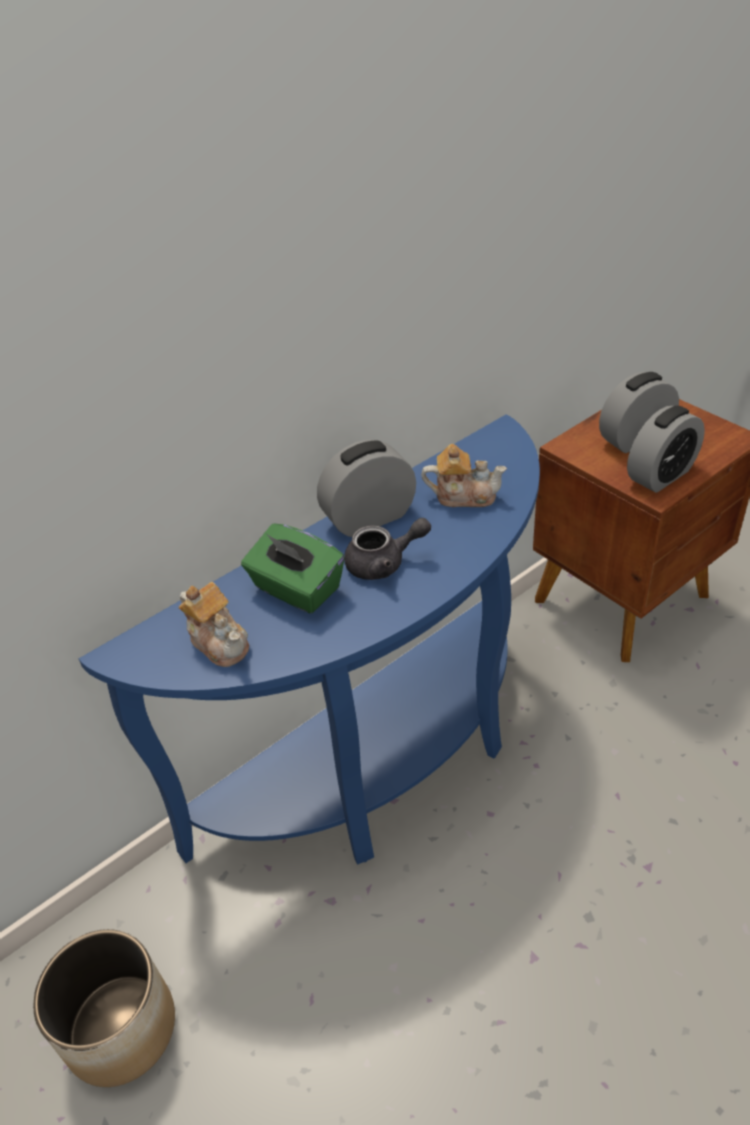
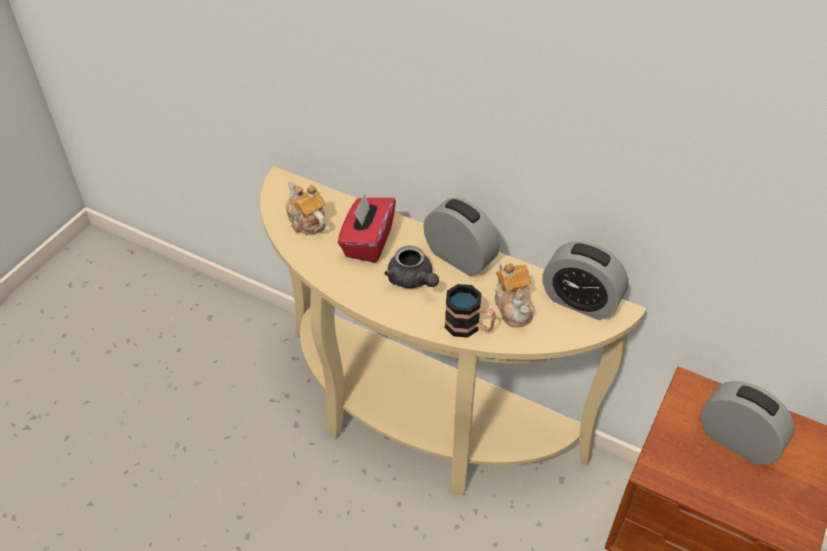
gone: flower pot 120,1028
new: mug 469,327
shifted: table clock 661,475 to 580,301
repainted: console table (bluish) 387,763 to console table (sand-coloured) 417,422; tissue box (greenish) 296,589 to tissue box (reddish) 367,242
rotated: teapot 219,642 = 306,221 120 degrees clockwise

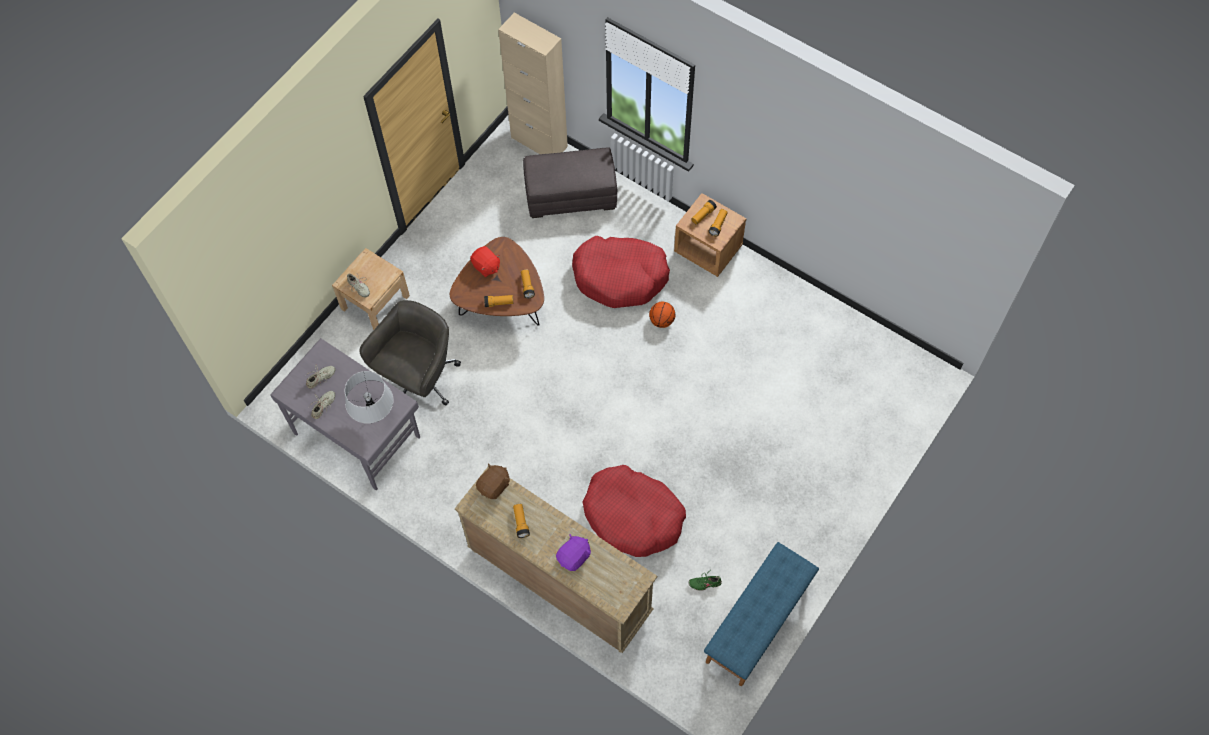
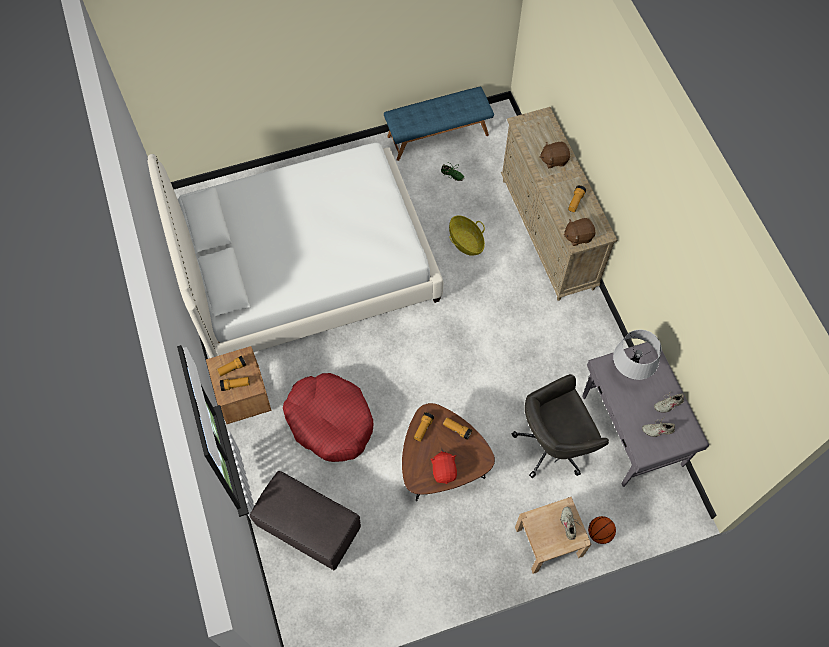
gone: cabinet (sand-coloured) 539,142
new: bed (white-coloured) 306,266
shifted: basketball ball 662,320 to 599,533
swapped: pet bed (reddish) 633,516 to basket 466,242
repainted: cuddly toy (purplish) 574,557 to cuddly toy (brownish) 554,160

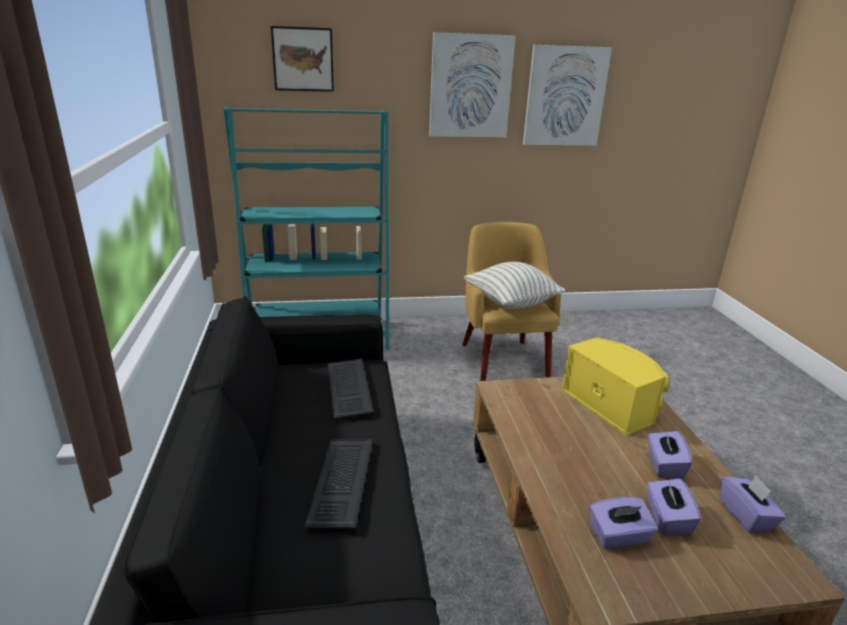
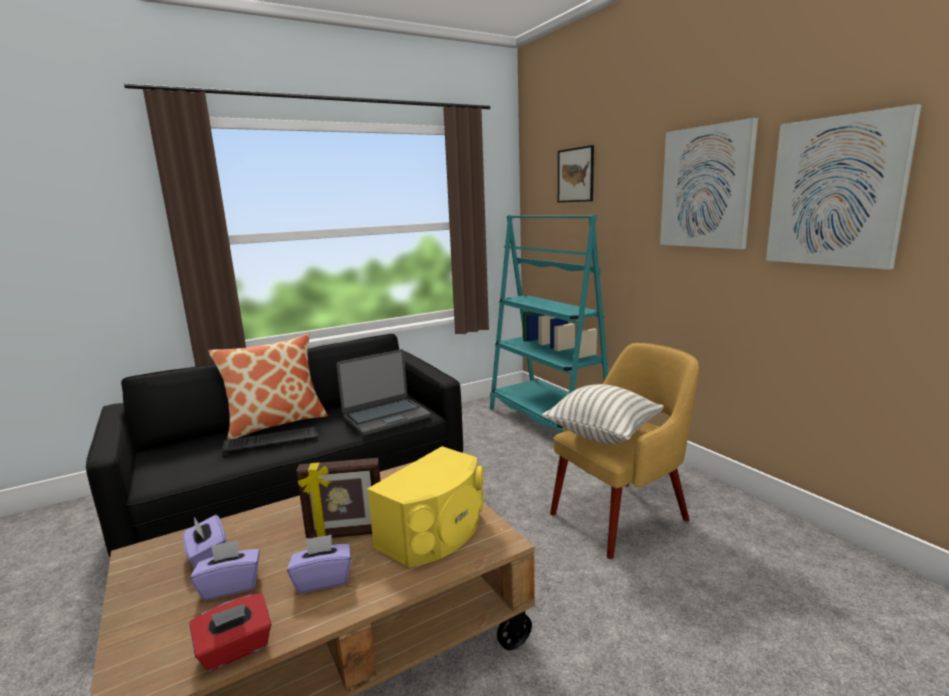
new: cushion 276,423; photo frame 346,534
swapped: computer keyboard 347,389 to laptop 386,417
repainted: tissue box (purplish) 746,516 to tissue box (reddish) 236,649

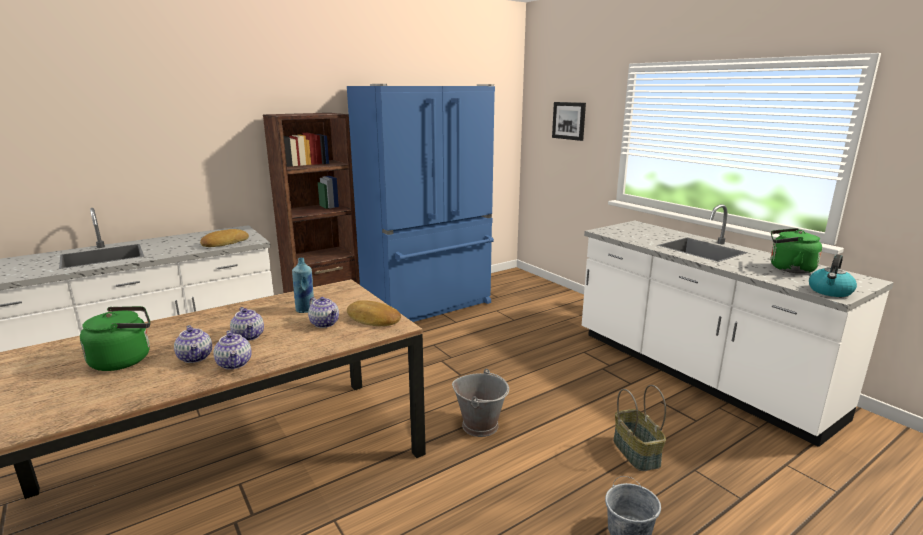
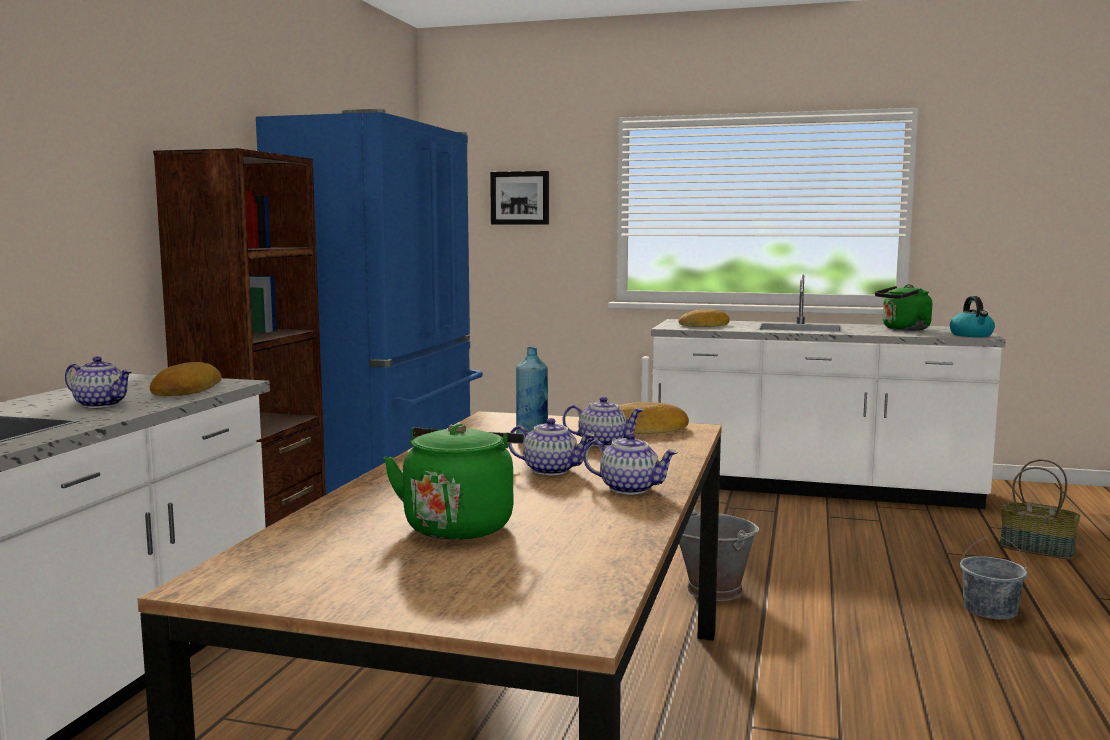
new: bread 705,325
shifted: teapot 196,357 to 101,404; basket 637,453 to 1037,549

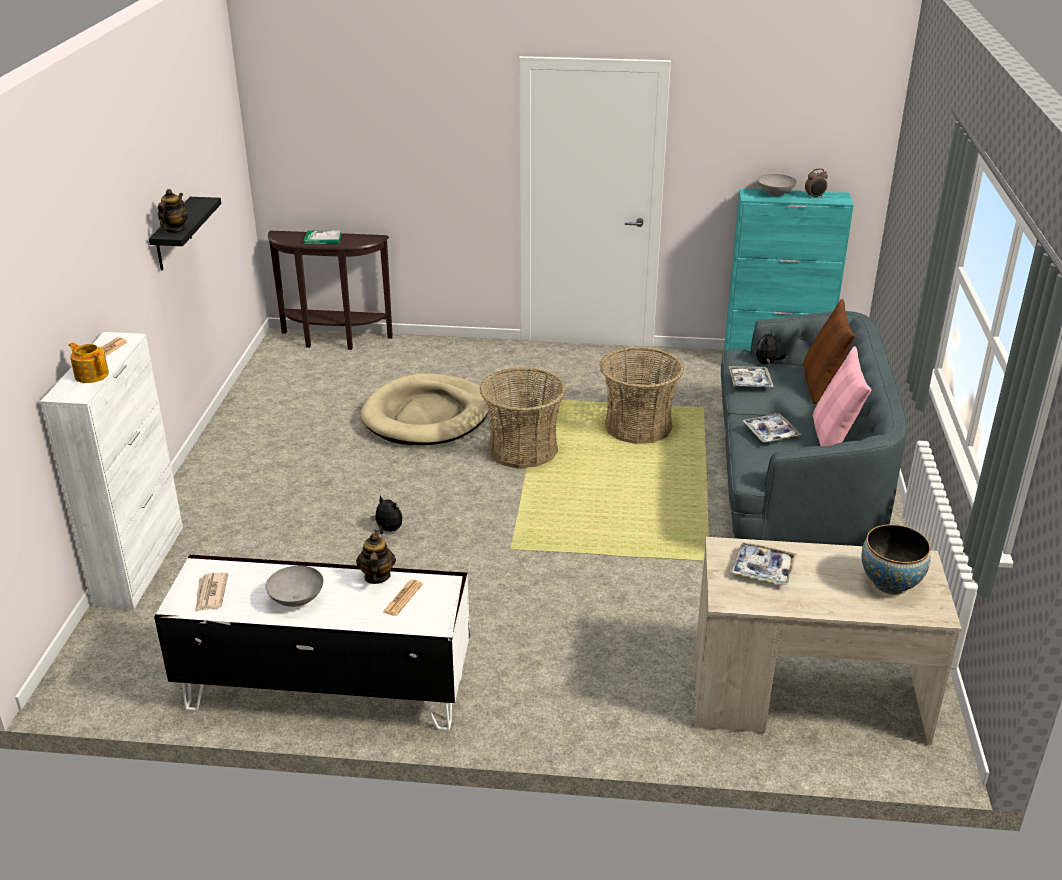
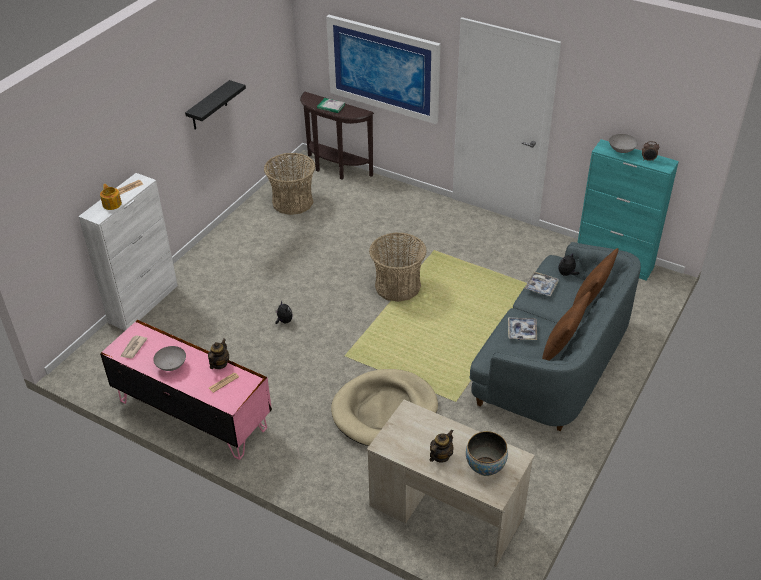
gone: serving tray 762,569
new: wall picture 383,68
shifted: teapot 174,229 to 440,456; pet bed (sand-coloured) 427,415 to 384,411; basket 638,427 to 292,202
repainted: tv stand (white-coloured) 325,690 to tv stand (pink) 192,413; cushion (pink) 833,439 to cushion (brownish) 561,347

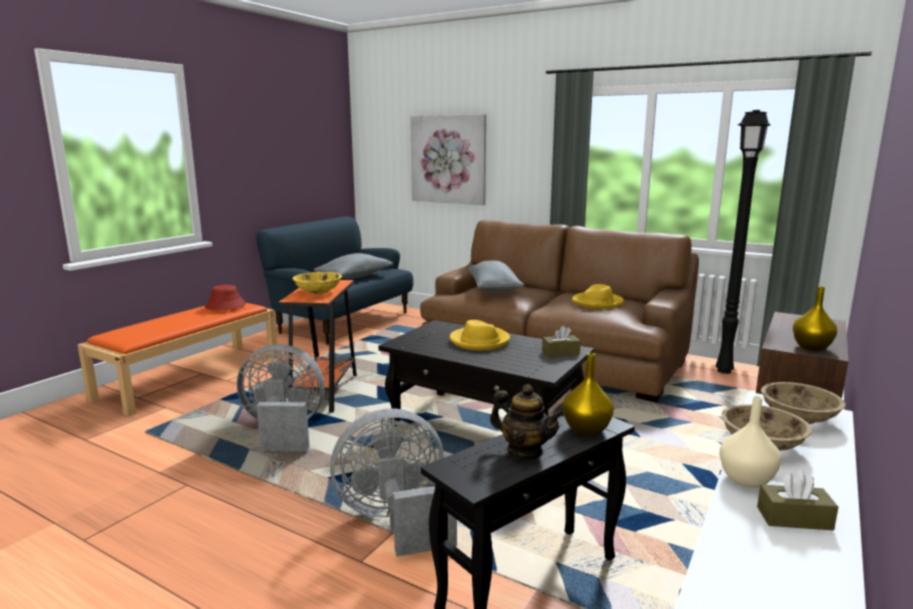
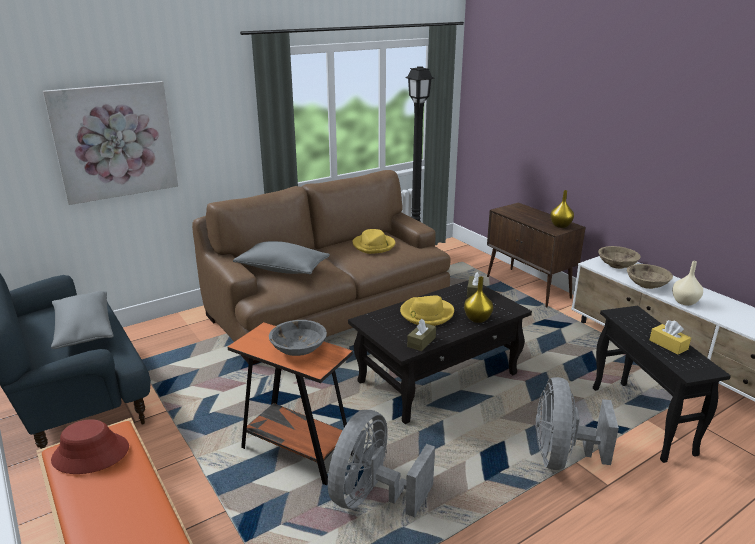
shifted: vase (yellow) 585,430 to 477,319; tissue box (brownish) 794,518 to 421,342
swapped: teapot 525,451 to tissue box (yellow) 668,345
repainted: serving bowl (yellow) 318,291 to serving bowl (gray) 298,349

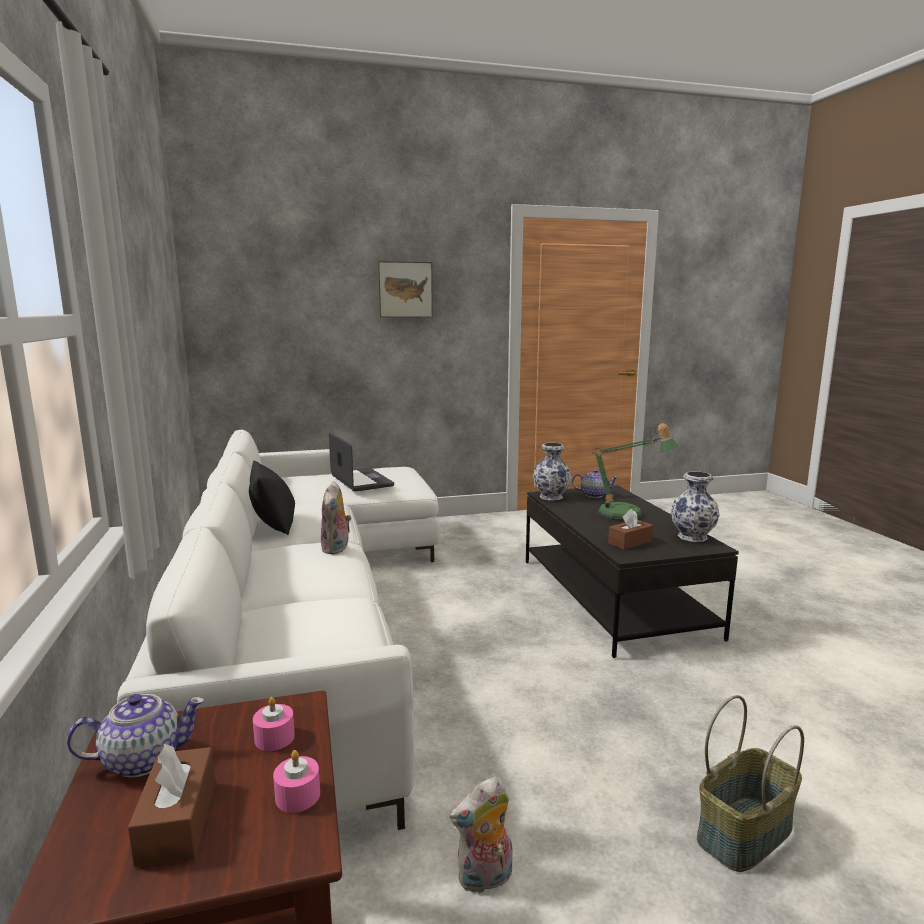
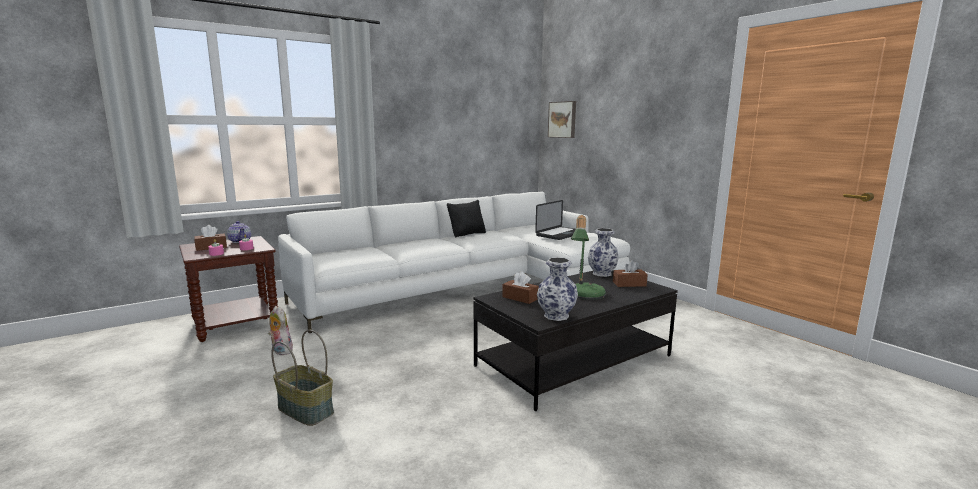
gone: cuddly toy 336,549
shifted: wall picture 405,289 to 563,119
swapped: teapot 593,495 to tissue box (brownish) 629,284

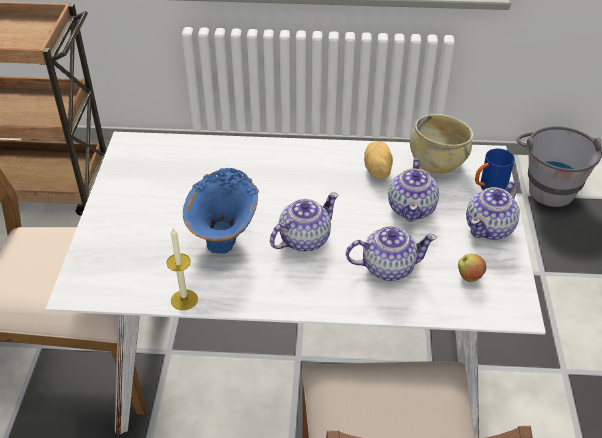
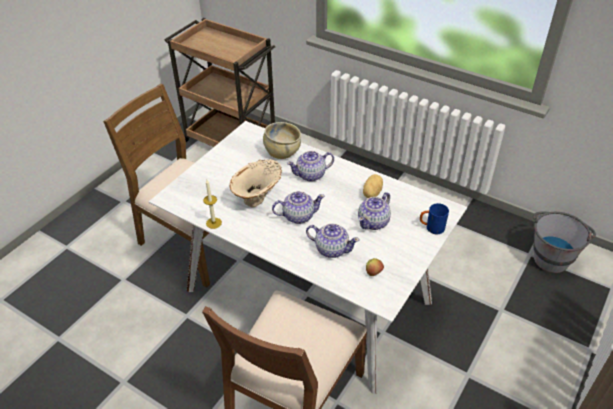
shifted: serving bowl (sand-coloured) 437,163 to 282,152; teapot 490,228 to 311,175
repainted: vase (bluish) 225,236 to vase (sand-coloured) 258,198

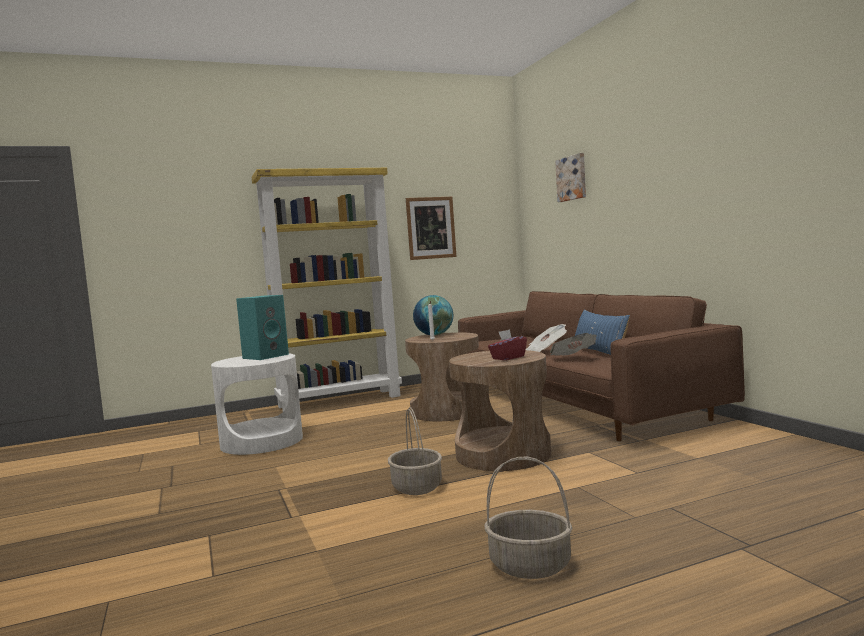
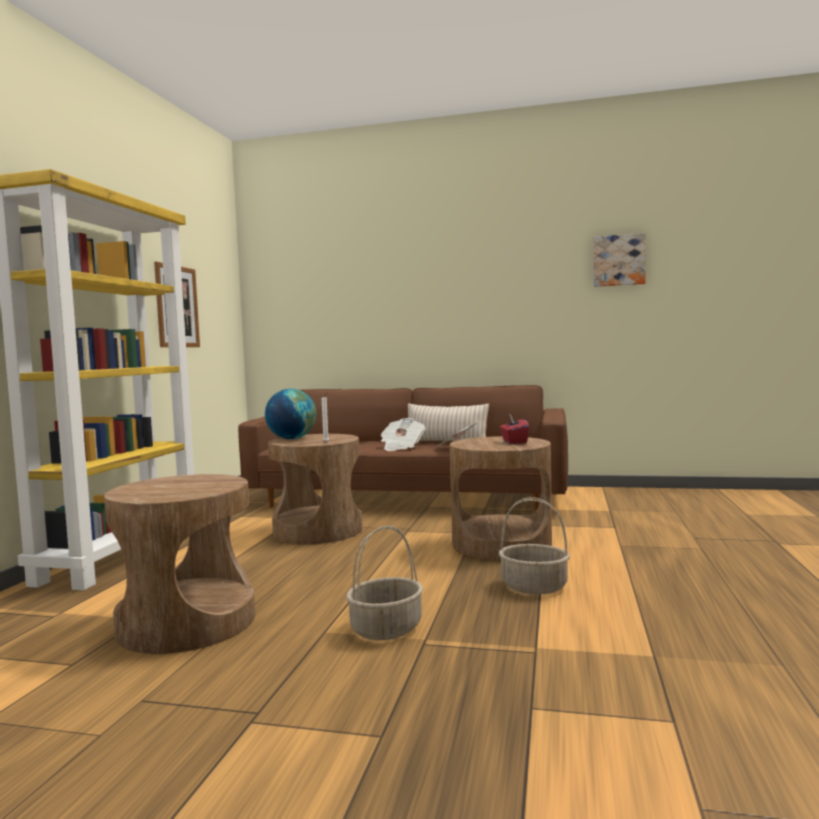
gone: audio speaker (blue-green) 266,356
shifted: basket 529,566 to 386,629; wall picture 572,178 to 618,260
repainted: accent table (white-coloured) 262,441 to accent table (brownish) 187,622; cushion (bluish) 599,352 to cushion (sand-coloured) 446,442

